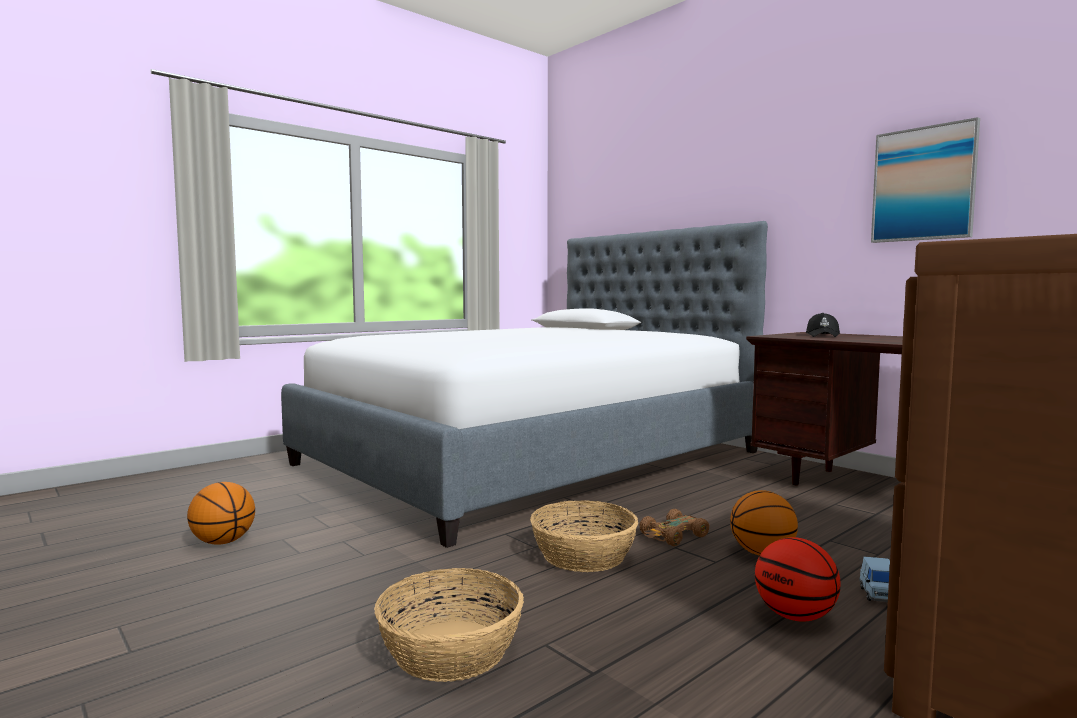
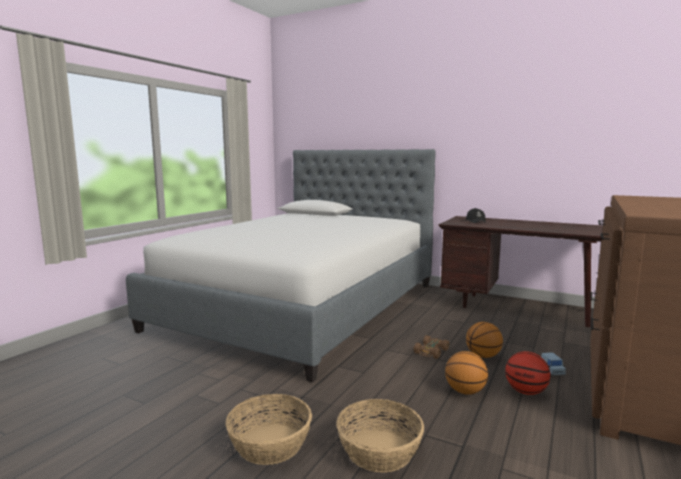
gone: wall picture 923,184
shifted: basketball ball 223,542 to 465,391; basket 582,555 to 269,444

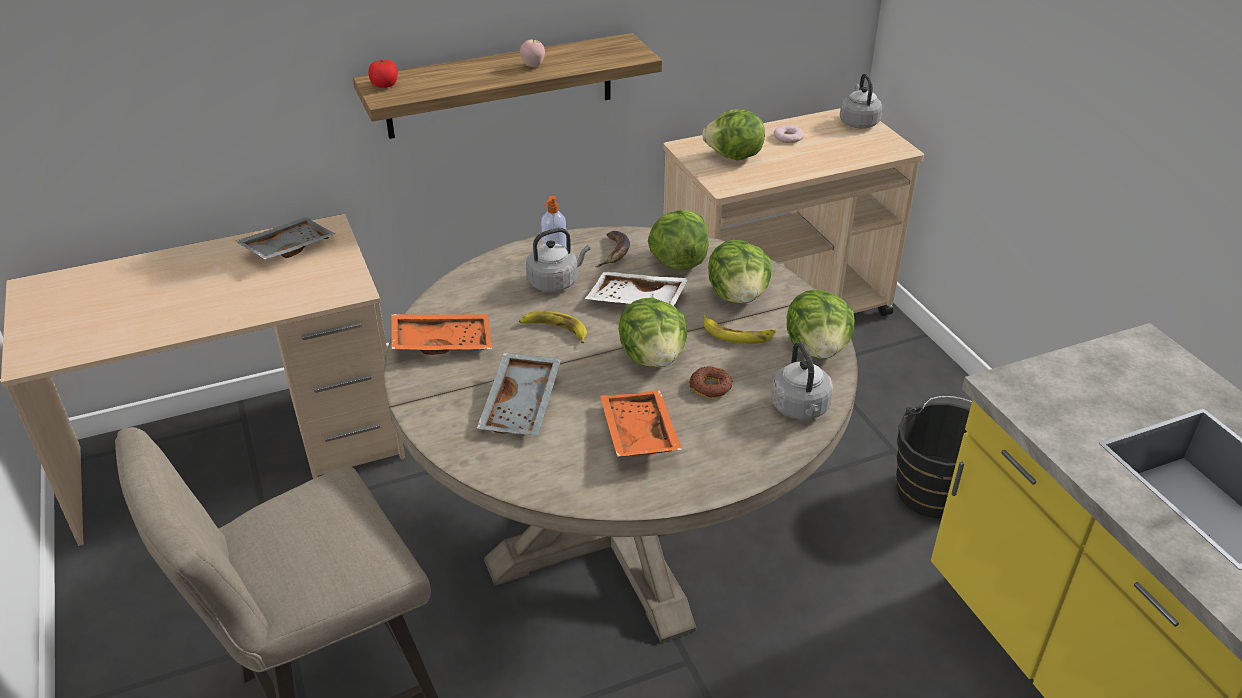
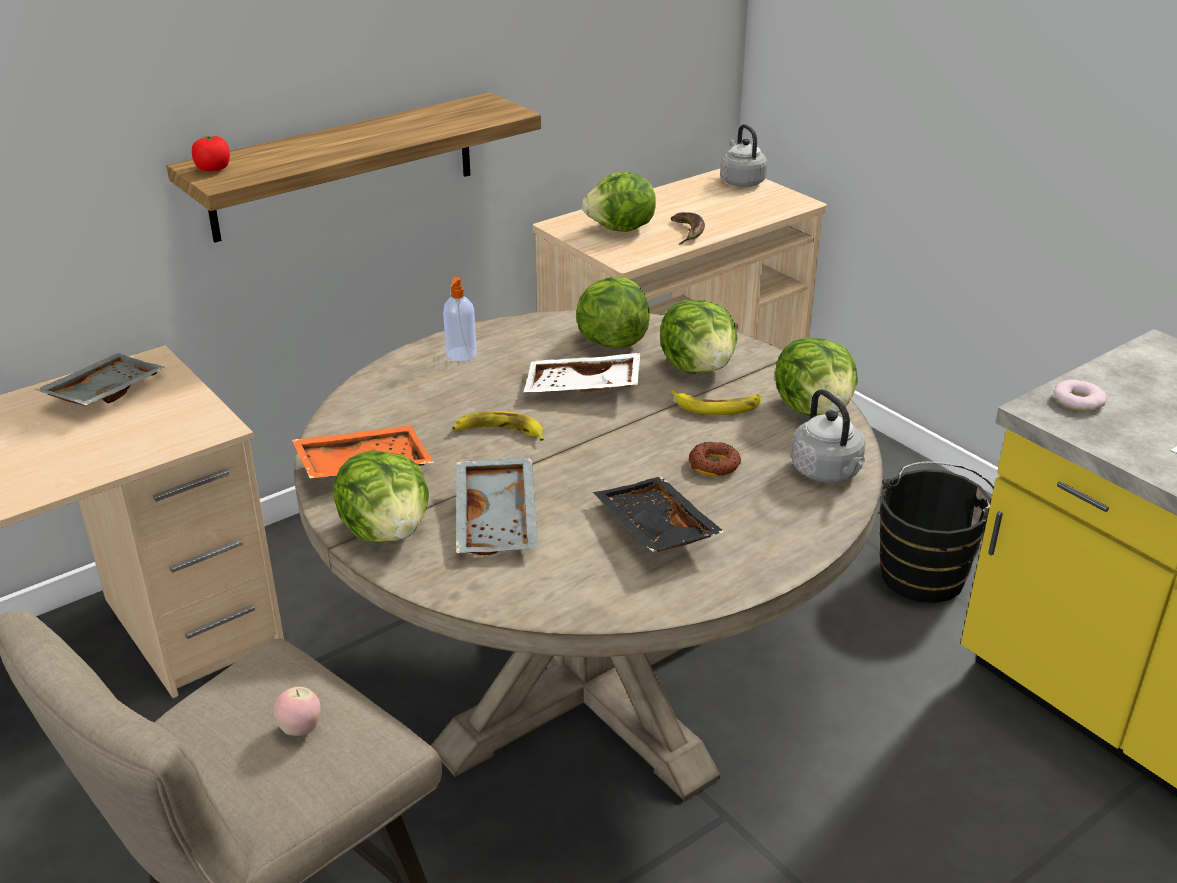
gone: water kettle (gray) 555,282
shifted: apple fruit 533,66 to 300,729; banana 614,252 to 687,232; lettuce 653,358 to 387,531; doughnut 788,137 to 1078,400
repainted: serving tray (orange) 637,434 to serving tray (blackish) 653,529

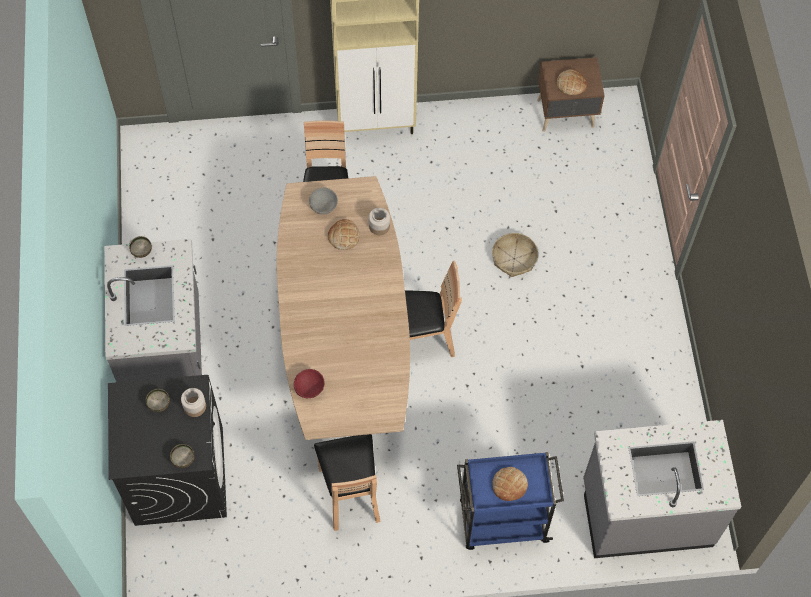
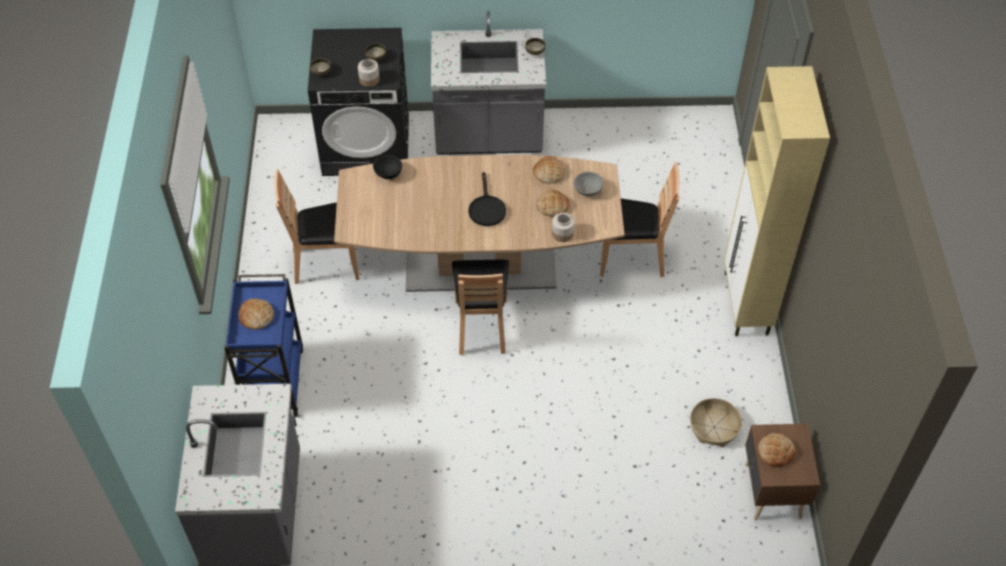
new: frying pan (blackish) 486,208; bread 549,172
shifted: basket 514,258 to 714,427
repainted: serving bowl (reddish) 310,389 to serving bowl (blackish) 388,174

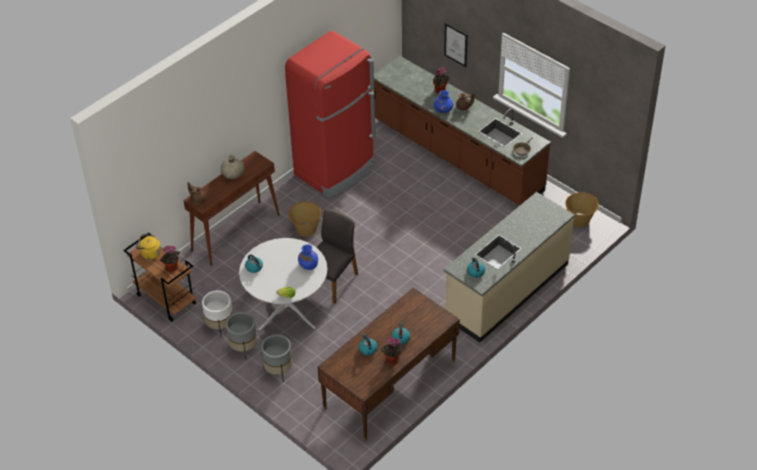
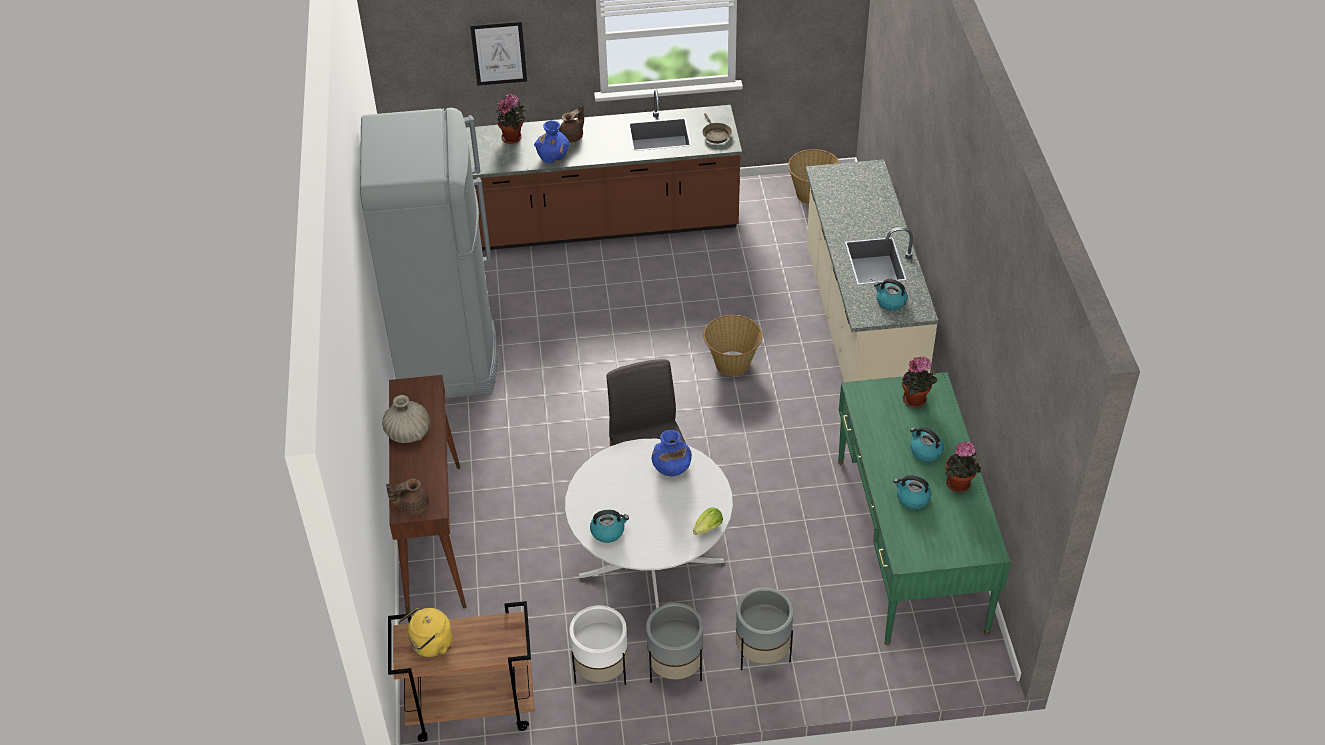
shifted: plant in a pot 171,268 to 916,400; basket 305,229 to 732,364
repainted: kitchen fridge (reddish) 335,170 to kitchen fridge (gray) 447,355; desk (brownish) 390,384 to desk (greenish) 910,543

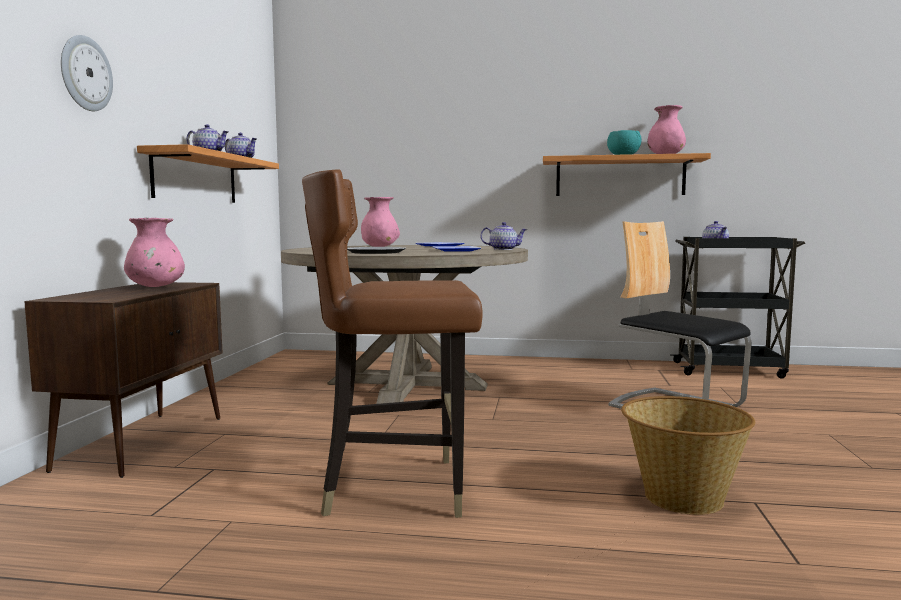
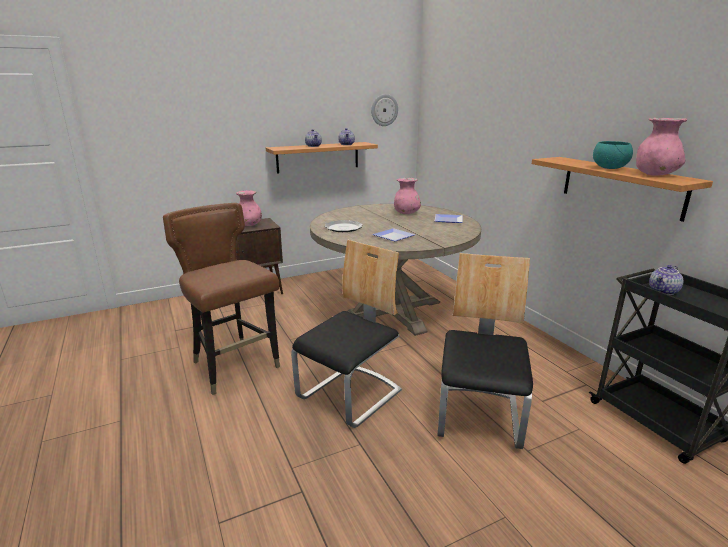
gone: teapot 503,249; basket 682,498
new: chair 350,395
shifted: hanging clock 85,74 to 384,110

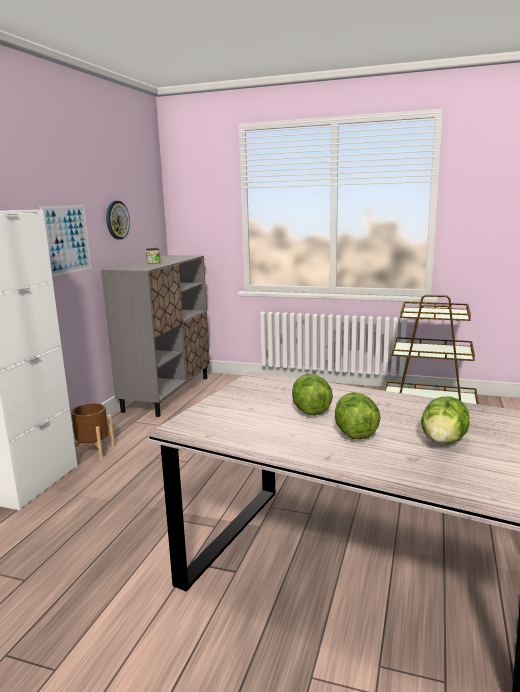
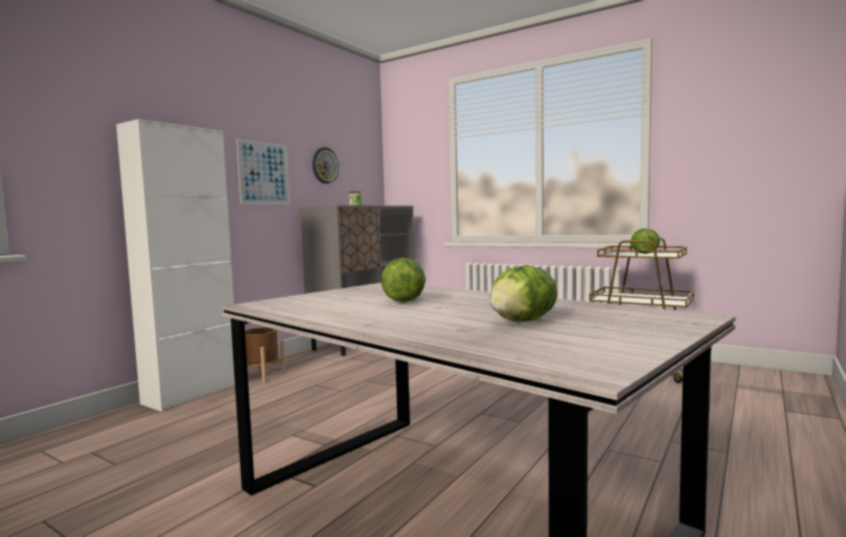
shifted: lettuce 355,433 to 644,253

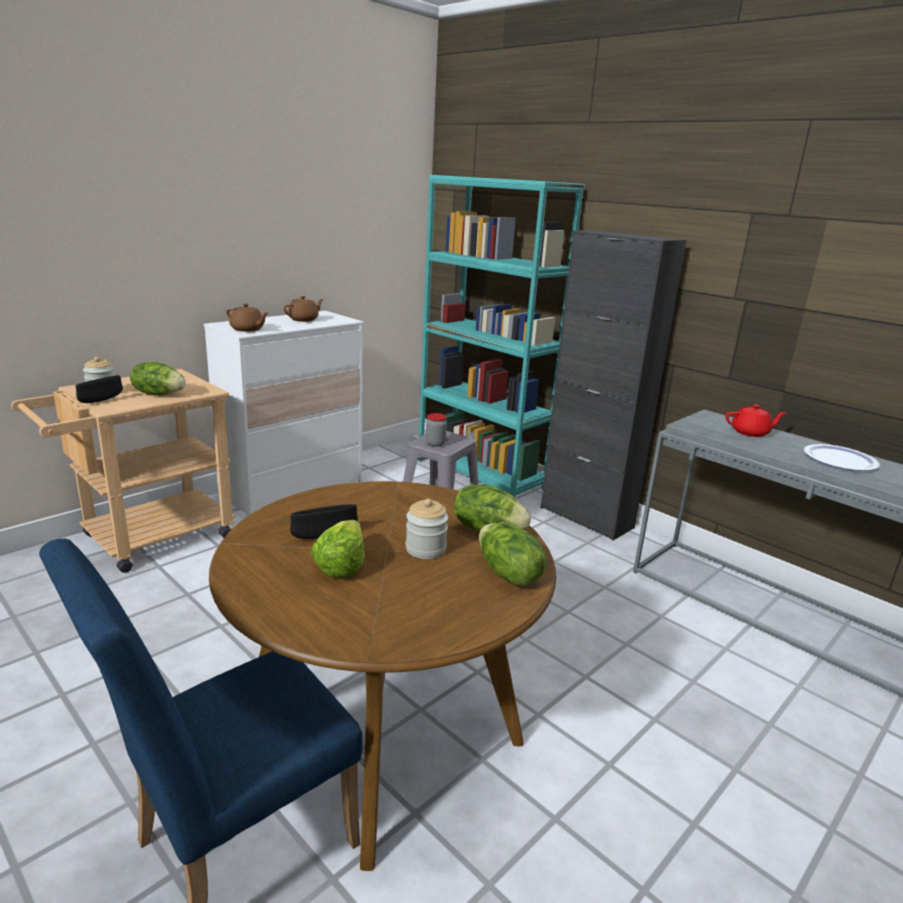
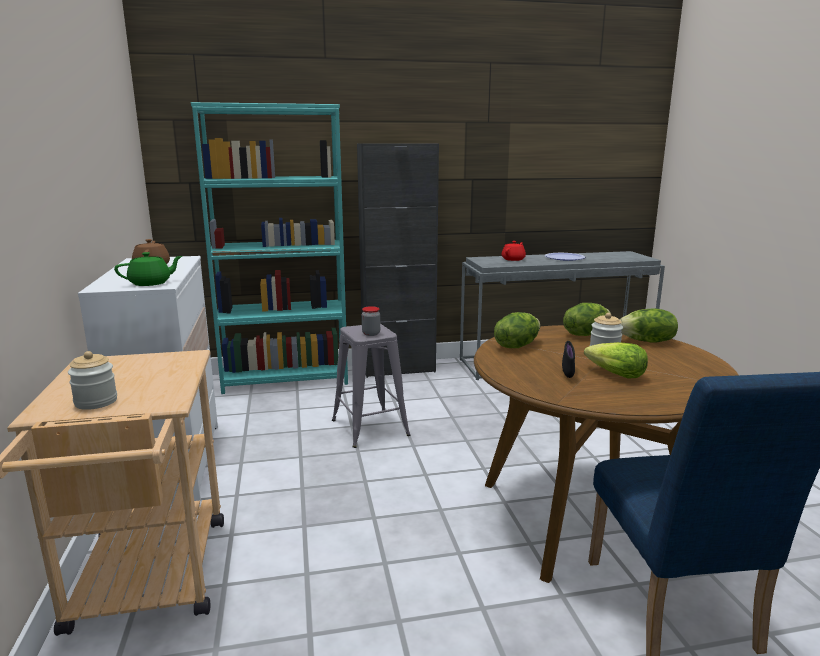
gone: serving bowl (blackish) 101,400
shifted: lettuce 159,394 to 516,345
repainted: teapot (brownish) 247,329 to teapot (greenish) 151,283

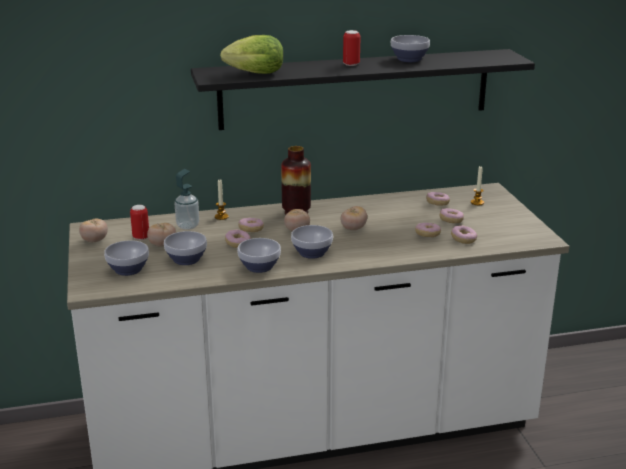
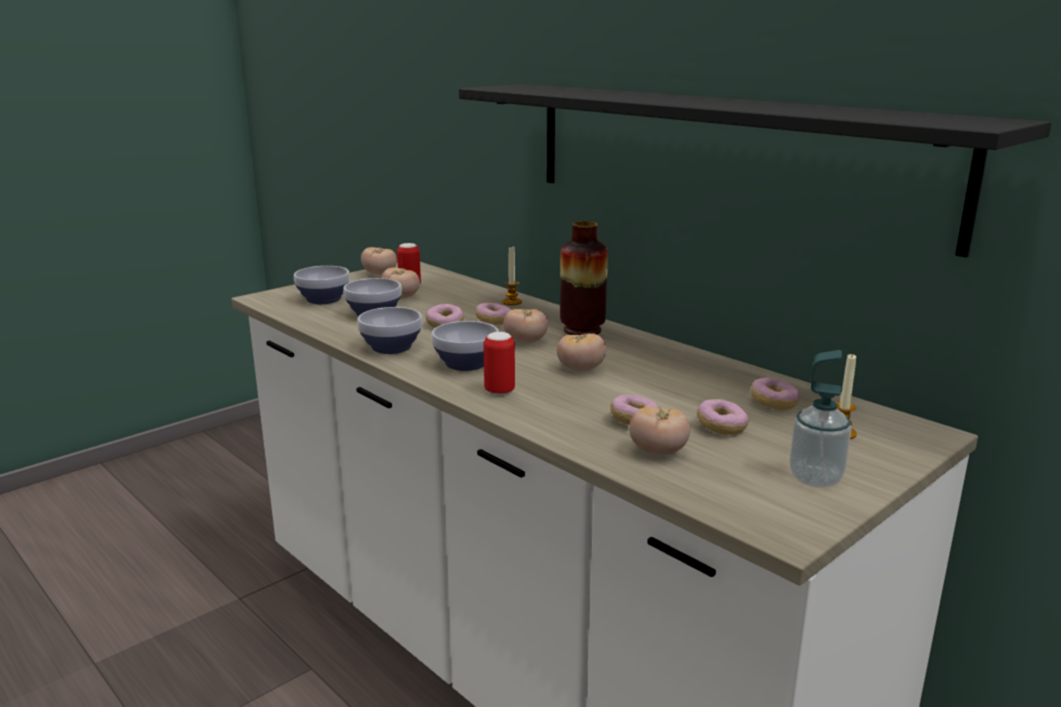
gone: lettuce 252,74; serving bowl 408,59
shifted: soap dispenser 188,226 to 815,478; sealed can 351,64 to 499,391
swapped: doughnut 463,240 to whole tomato 658,452

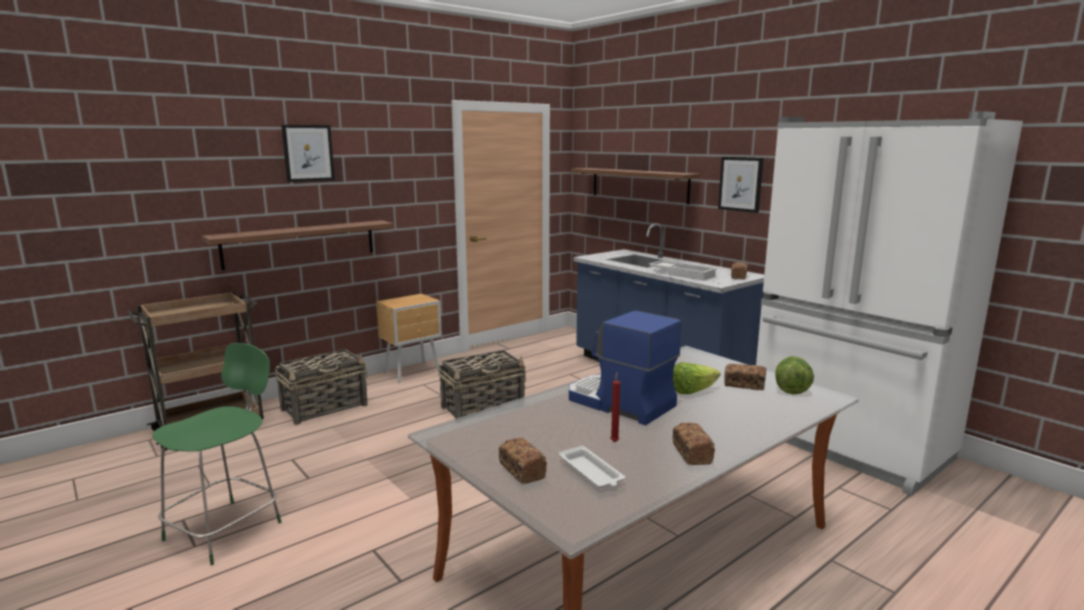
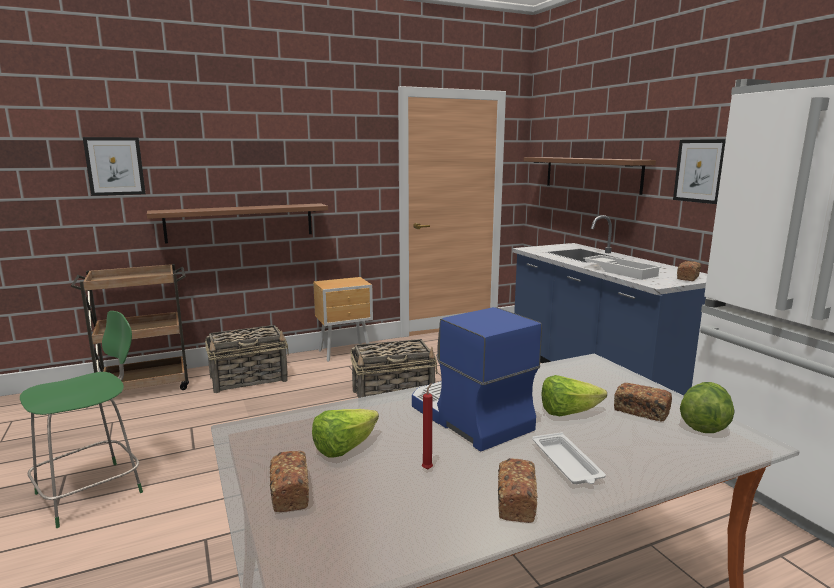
new: lettuce 344,448
shifted: wall picture 308,153 to 115,166; serving tray (white-coloured) 591,472 to 567,464

